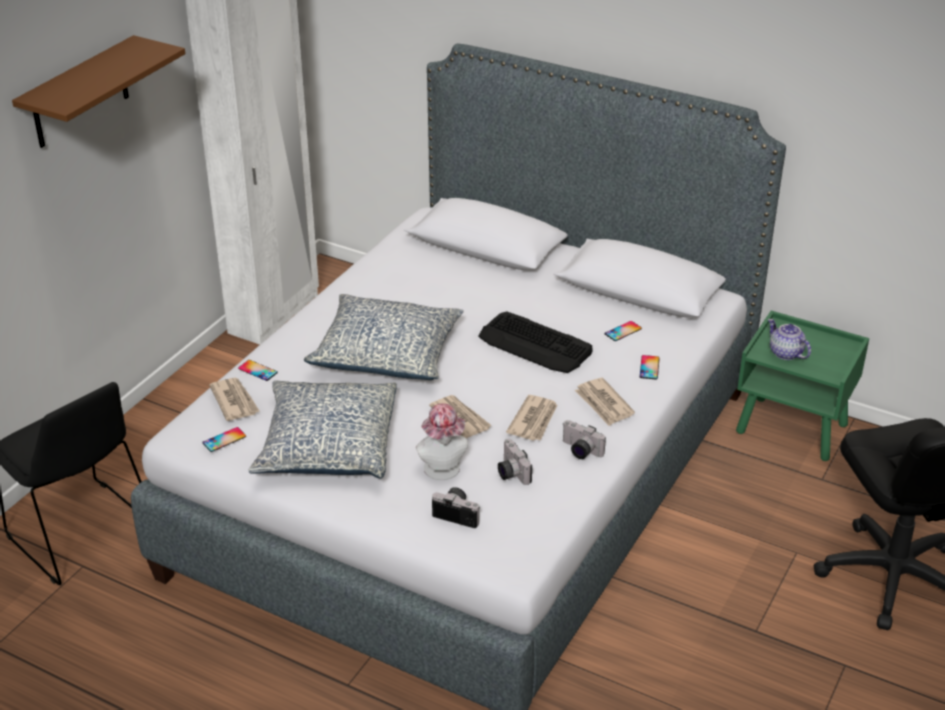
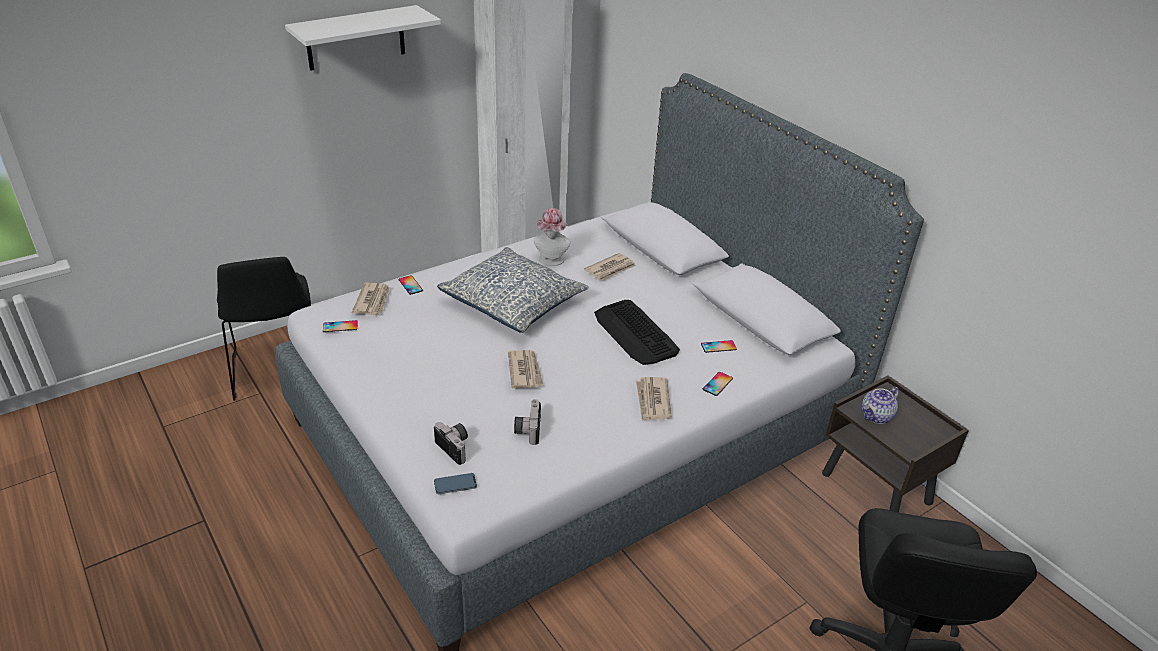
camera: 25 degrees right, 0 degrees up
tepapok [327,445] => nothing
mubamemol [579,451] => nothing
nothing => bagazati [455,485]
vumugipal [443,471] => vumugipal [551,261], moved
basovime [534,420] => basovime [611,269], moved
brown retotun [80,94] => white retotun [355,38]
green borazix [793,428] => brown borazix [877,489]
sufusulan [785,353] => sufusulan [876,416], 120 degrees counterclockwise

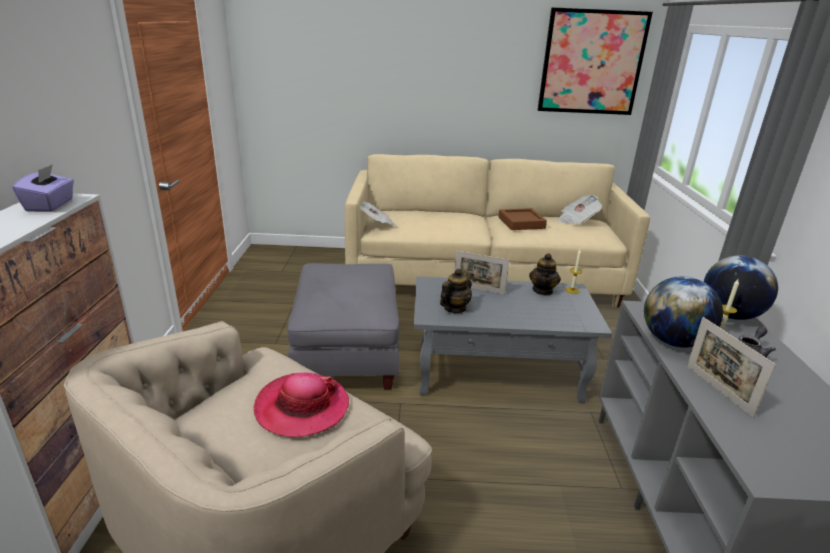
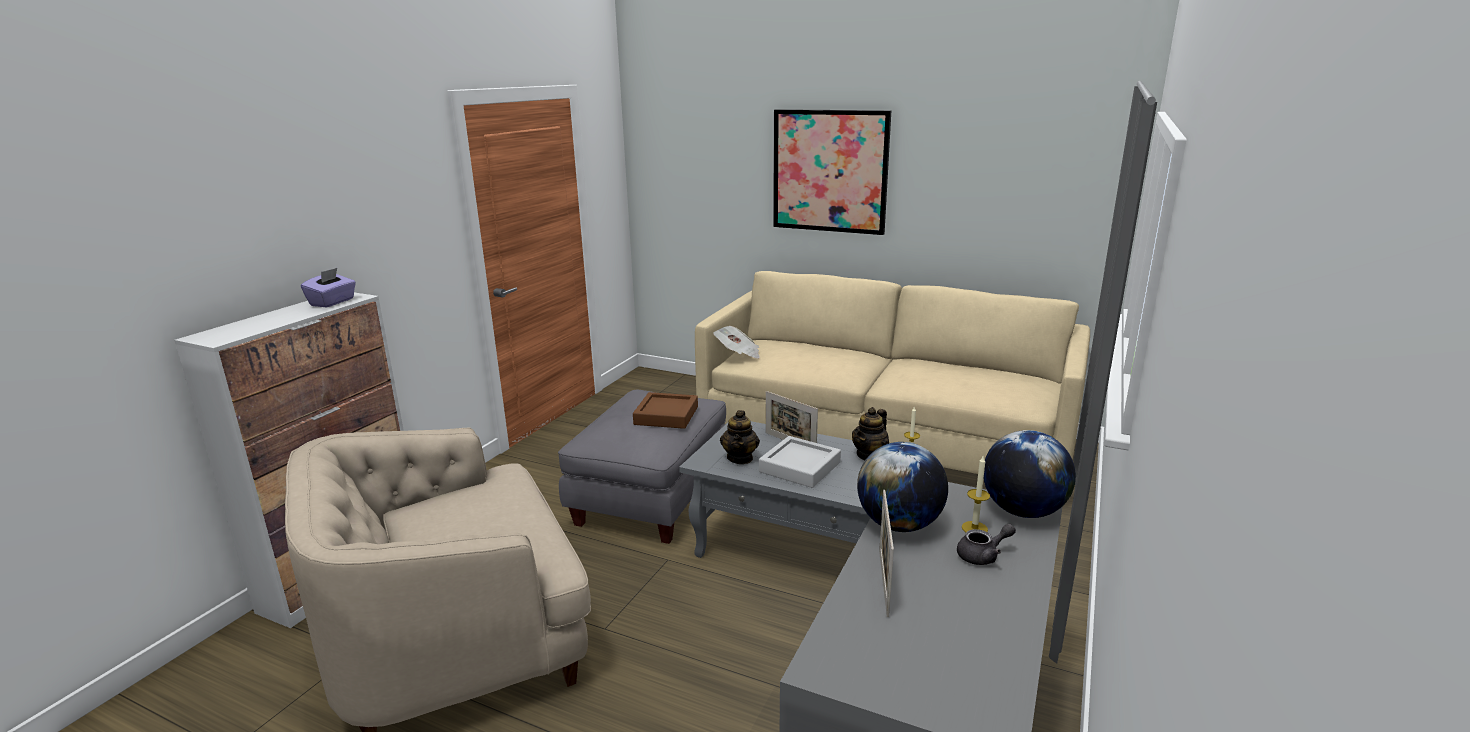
camera: 25 degrees right, 5 degrees down
vumugipal [302,407] => nothing
basovime [576,220] => nothing
nothing => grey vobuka [800,467]
brown vobuka [521,223] => brown vobuka [666,415], moved
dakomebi [592,62] => dakomebi [830,171], moved
sufusulan [454,308] => sufusulan [740,458], 120 degrees clockwise

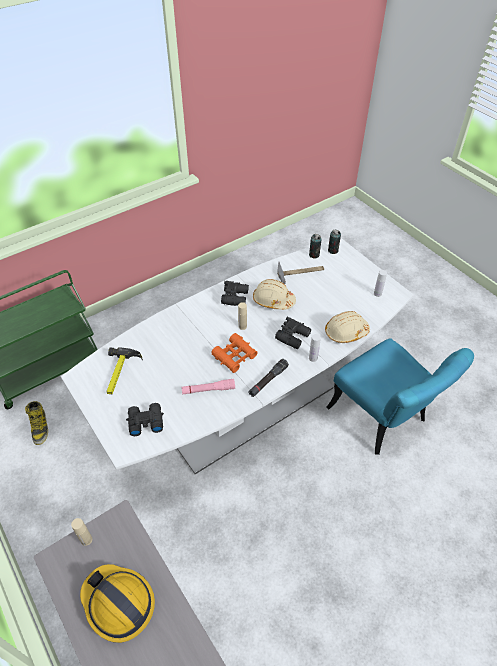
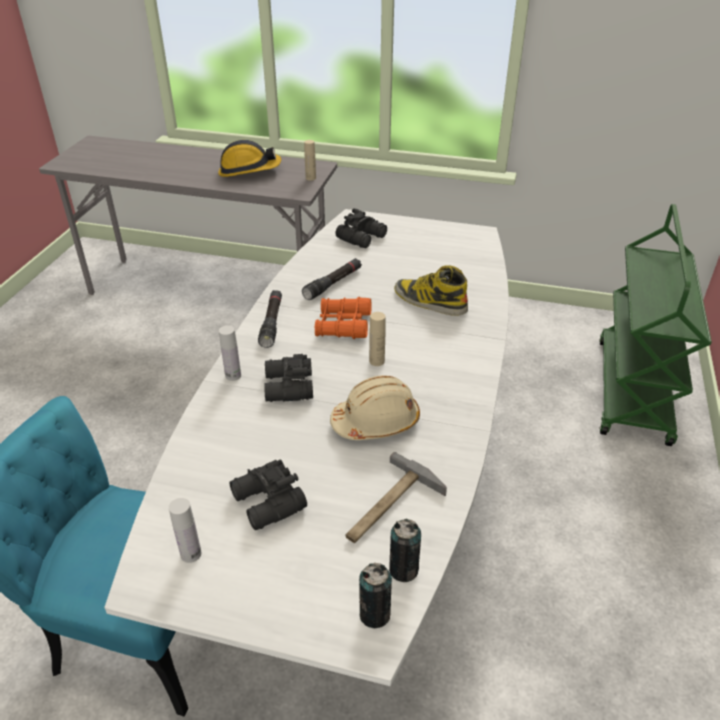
camera: 140 degrees right, 10 degrees down
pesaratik [120,373] => nothing
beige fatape [346,332] => nothing
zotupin [39,427] => zotupin [429,301], moved
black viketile [236,297] => black viketile [267,503], moved
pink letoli [208,390] => black letoli [333,284]

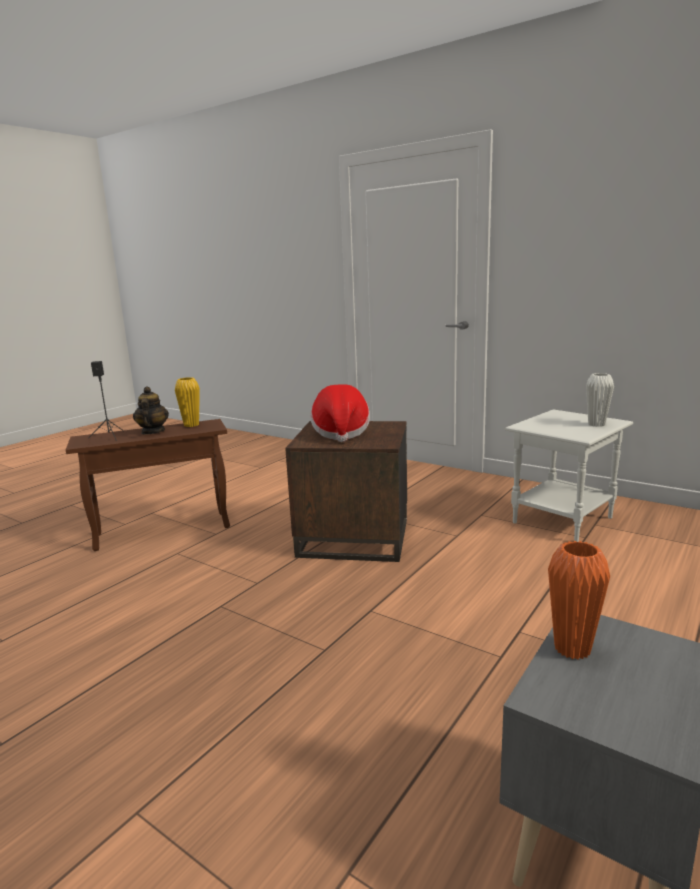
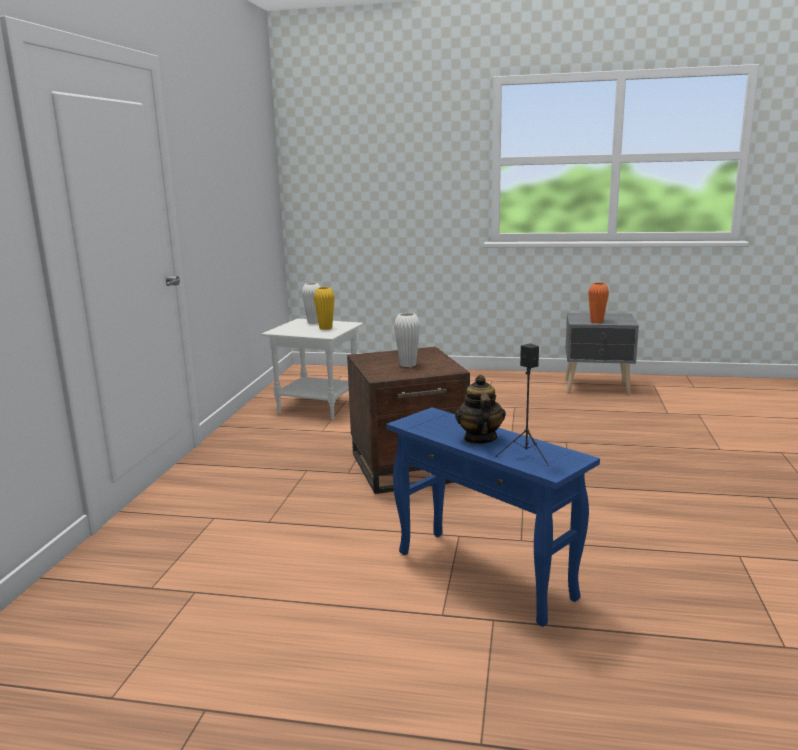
camera: 115 degrees left, 0 degrees up
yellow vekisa [191,425] => yellow vekisa [325,328], moved
vumugipal [340,433] => white vekisa [408,365]
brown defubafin [163,531] => blue defubafin [484,575]
sufusulan [152,432] => sufusulan [479,438], 120 degrees clockwise

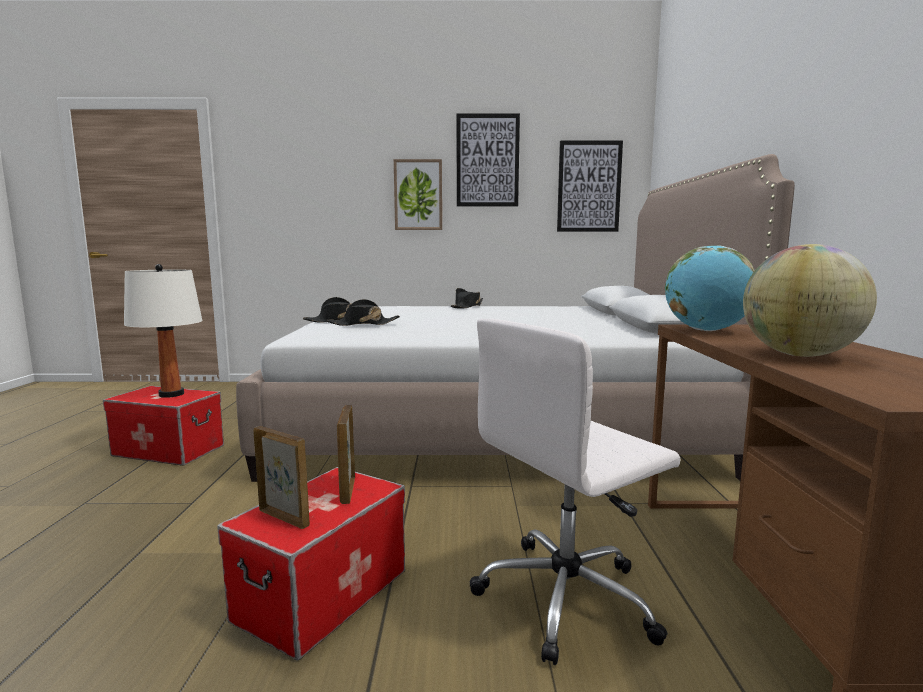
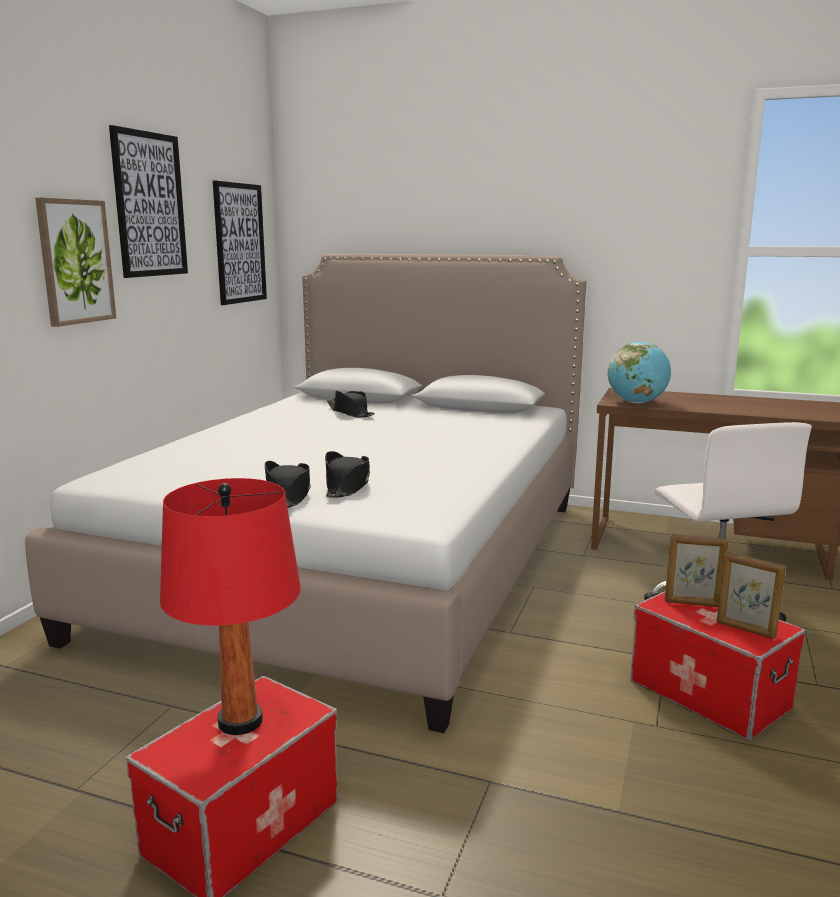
camera: 70 degrees left, 5 degrees up
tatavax [799,355] => nothing
black vumugipal [467,306] => black vumugipal [350,412], moved
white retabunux [171,394] => red retabunux [240,722]
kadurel [284,517] => kadurel [745,630], 105 degrees counterclockwise

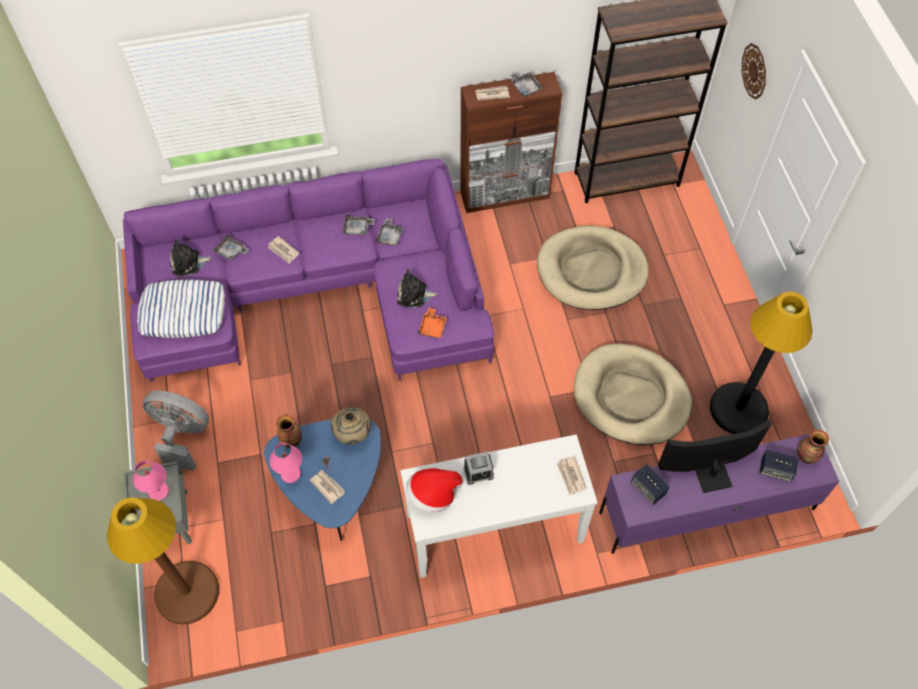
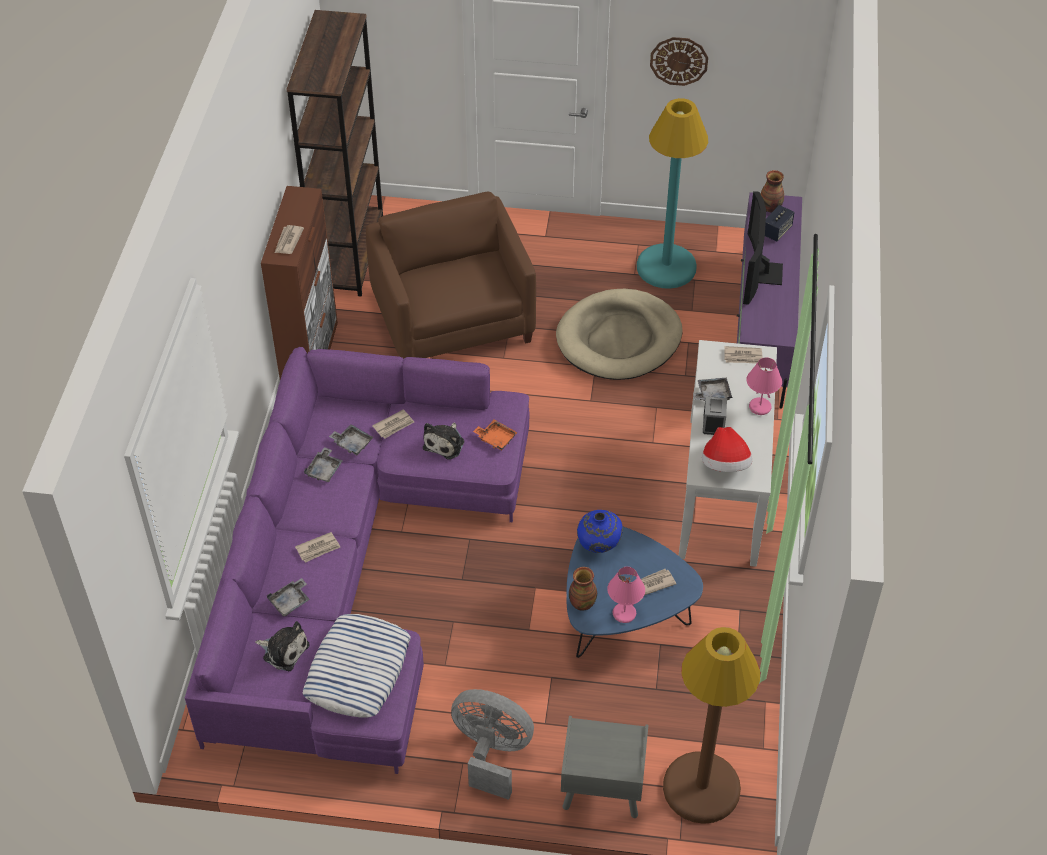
camera: 70 degrees left, 10 degrees down
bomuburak [648,488] => nothing
nothing => basovime [394,425]
pink retabunux [158,491] => pink retabunux [759,407], moved
grey vobuka [525,87] => grey vobuka [712,394], moved
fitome [754,71] => fitome [679,60], moved
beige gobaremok [591,271] => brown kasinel [453,319]
beige vekisa [352,435] => blue vekisa [598,546]
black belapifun [738,409] => turquoise belapifun [666,267]
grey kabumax [182,435] => grey kabumax [491,753], 75 degrees clockwise
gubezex [188,263] => gubezex [284,650], 75 degrees counterclockwise

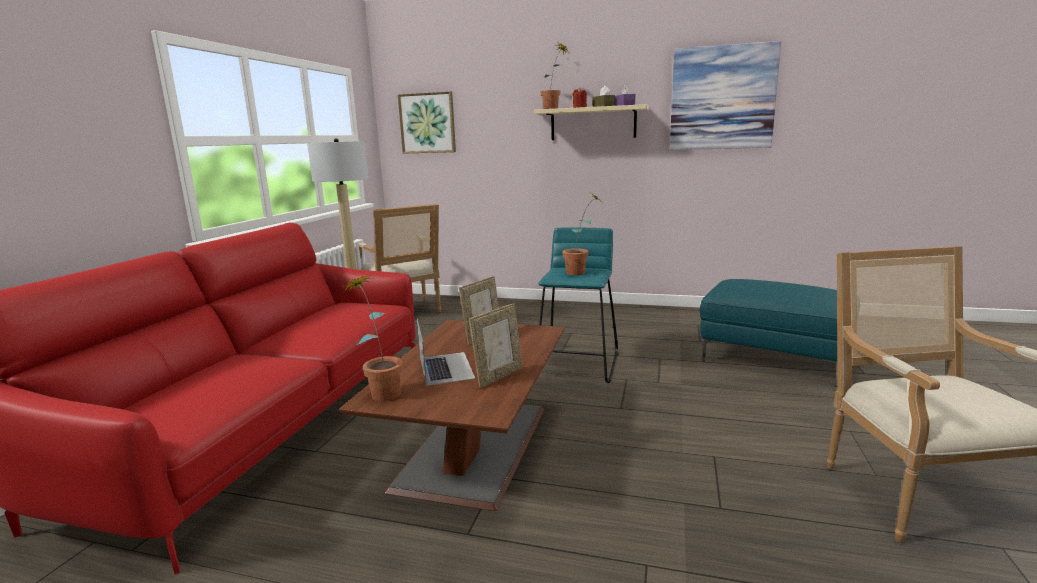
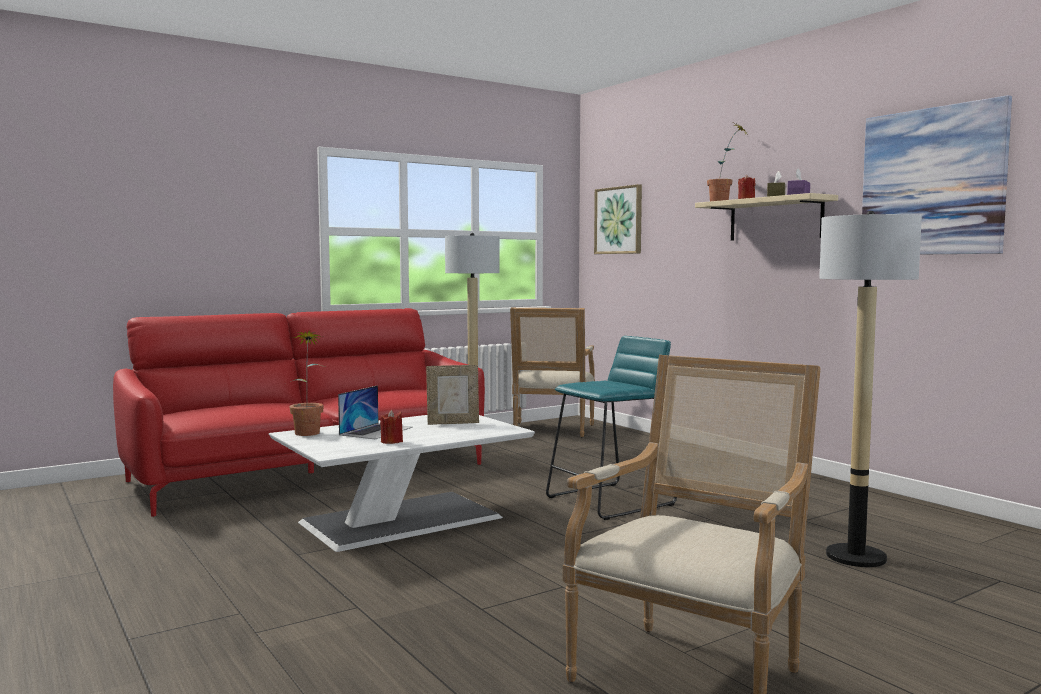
camera: 40 degrees right, 10 degrees down
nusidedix [581,272] => nothing
kadurel [498,376] => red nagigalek [391,442]
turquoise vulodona [774,359] => belapifun [856,557]
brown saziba [475,443] => white saziba [404,519]

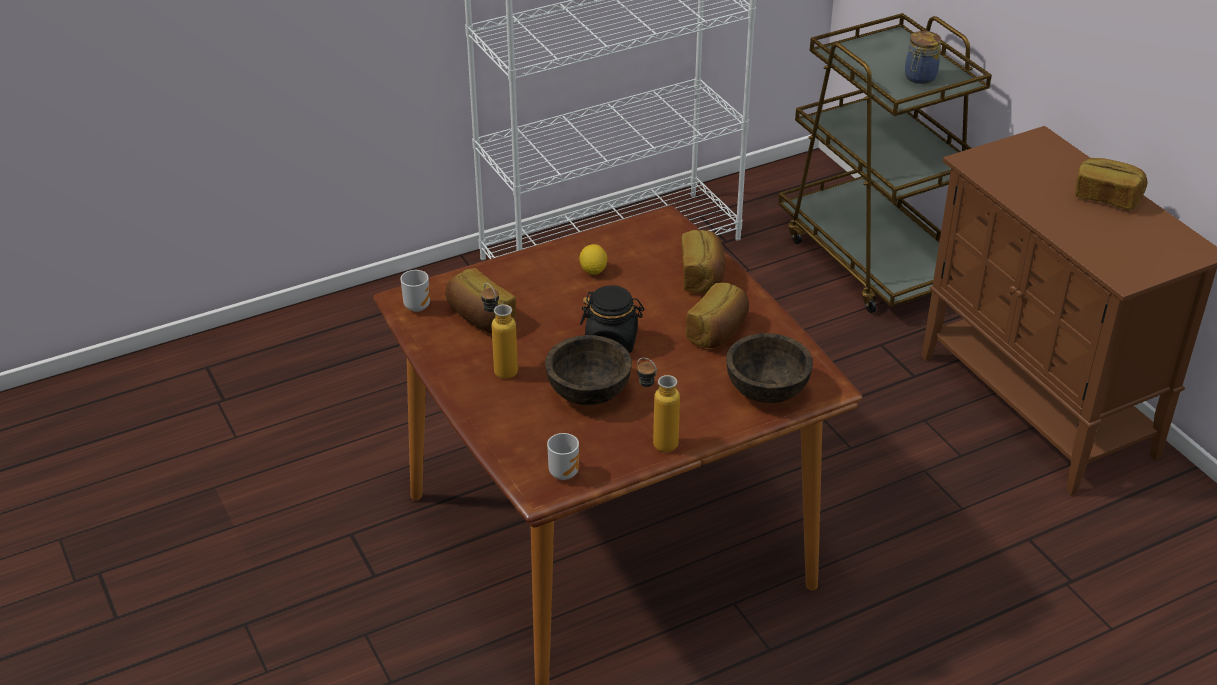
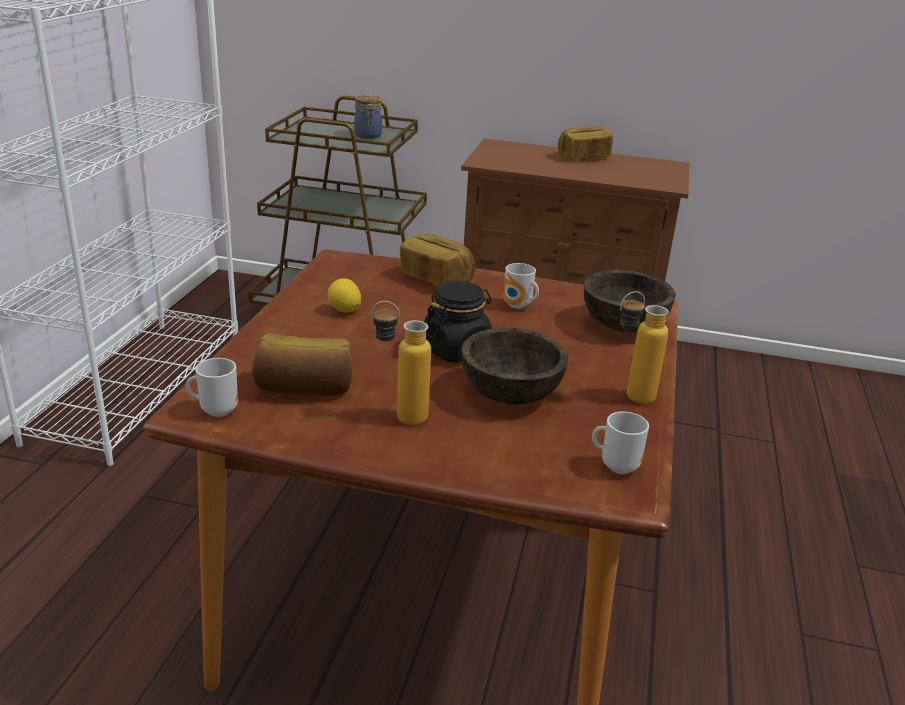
camera: 50 degrees left, 10 degrees down
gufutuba [718,331] => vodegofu [518,306]

